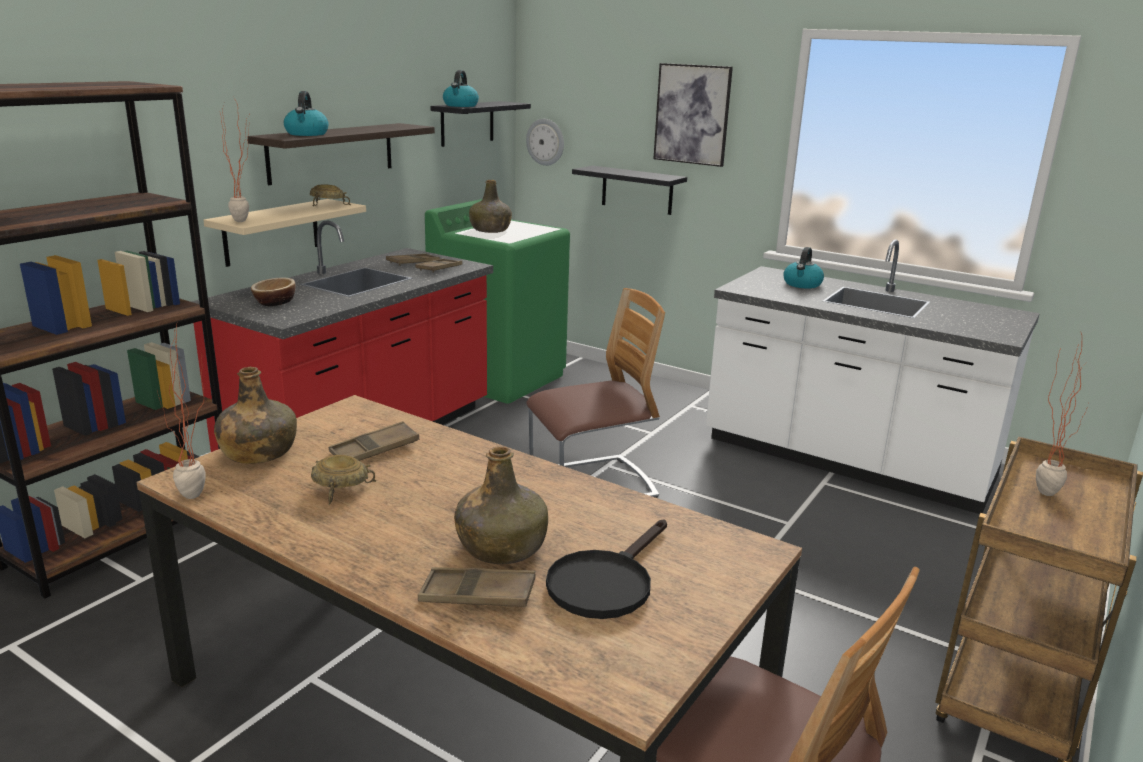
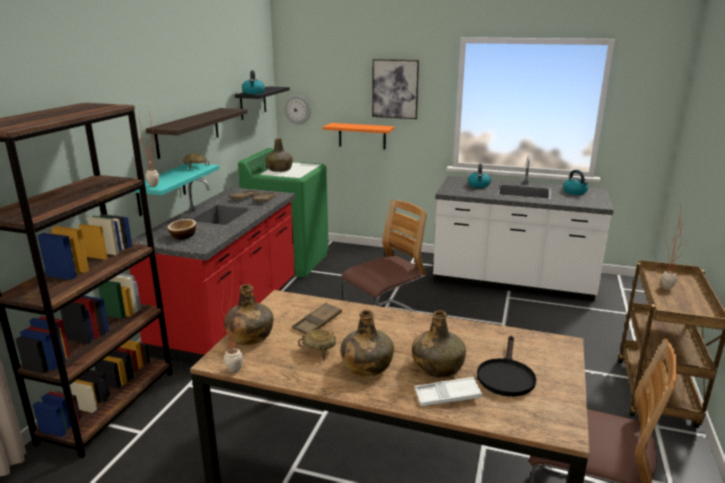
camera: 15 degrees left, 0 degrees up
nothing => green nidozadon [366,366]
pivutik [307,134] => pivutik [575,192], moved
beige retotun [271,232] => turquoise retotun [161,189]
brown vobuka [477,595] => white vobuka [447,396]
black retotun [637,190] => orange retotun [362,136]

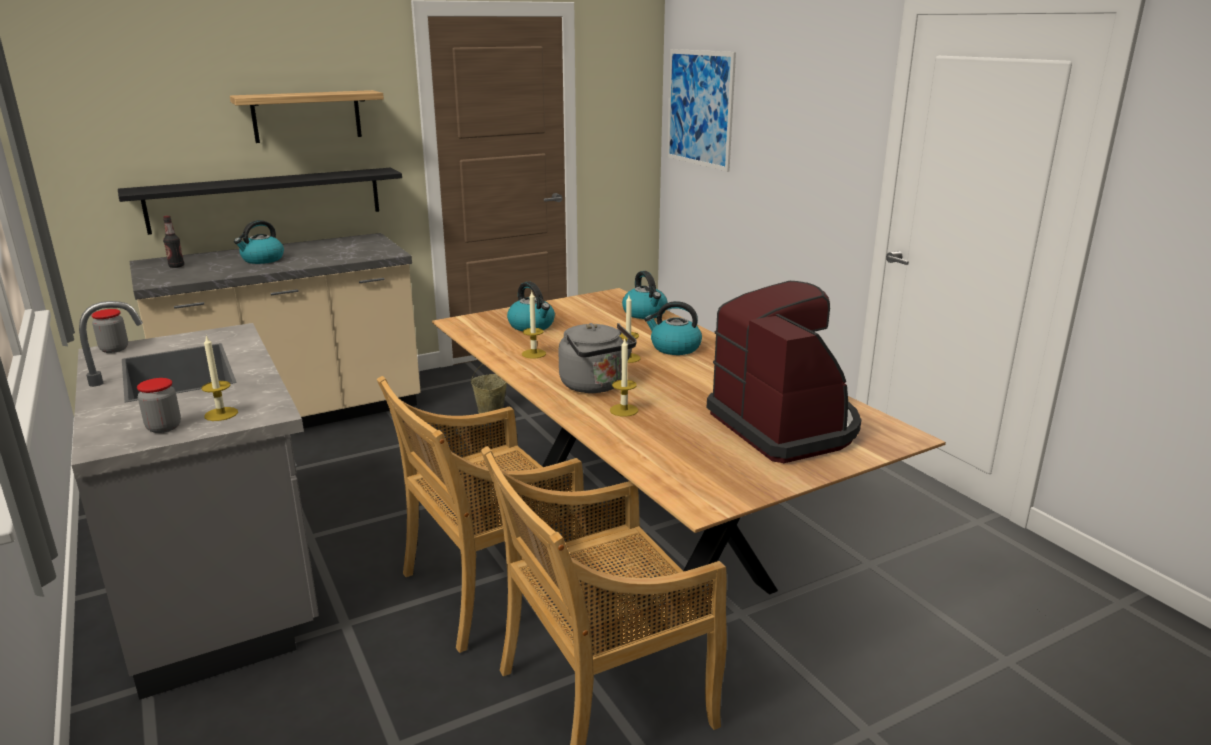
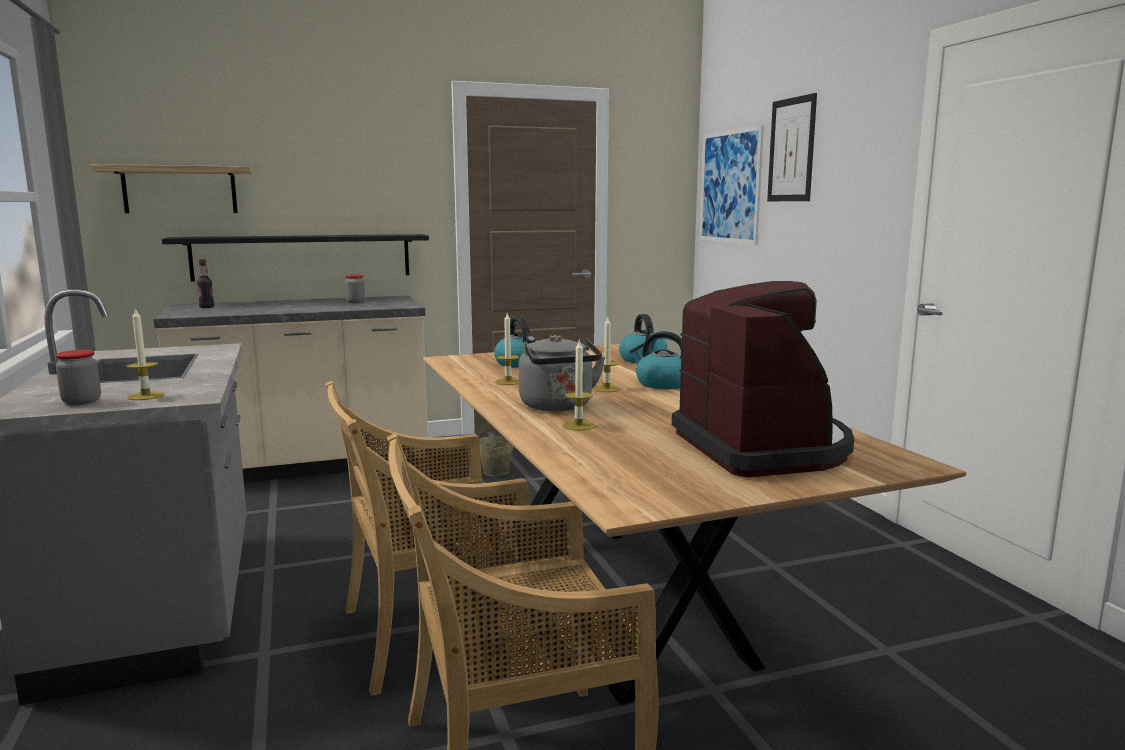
camera: 10 degrees right, 10 degrees down
pivutik [262,260] => nothing
nothing => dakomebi [791,150]
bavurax [114,349] => bavurax [355,302], moved
retotun [306,116] => retotun [180,190], moved

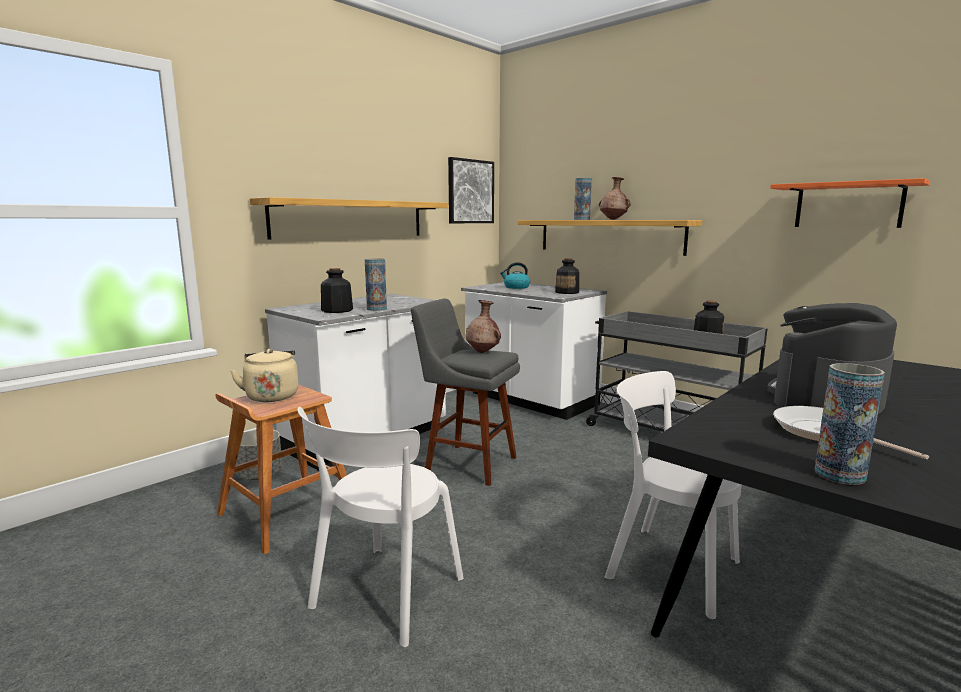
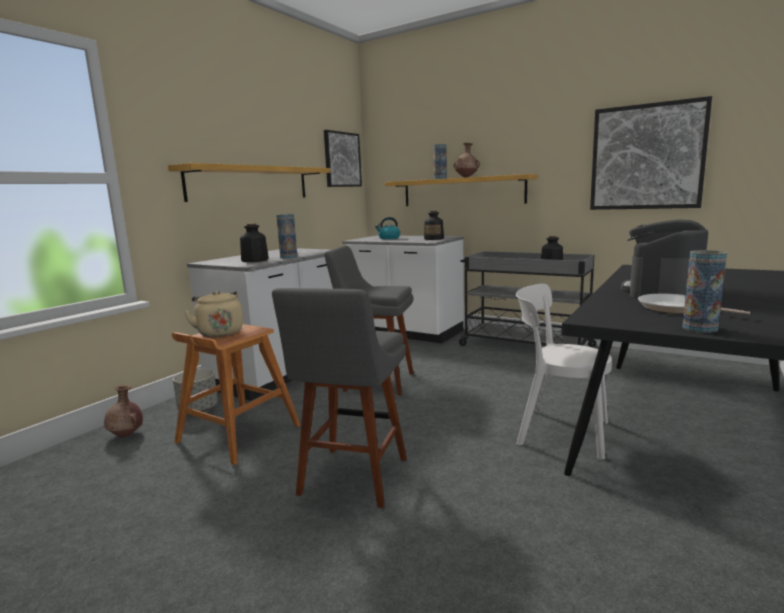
camera: 10 degrees left, 0 degrees up
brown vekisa [483,352] => brown vekisa [126,435], moved
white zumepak [384,596] => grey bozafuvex [351,479]
orange retotun [848,205] => dakomebi [646,157]

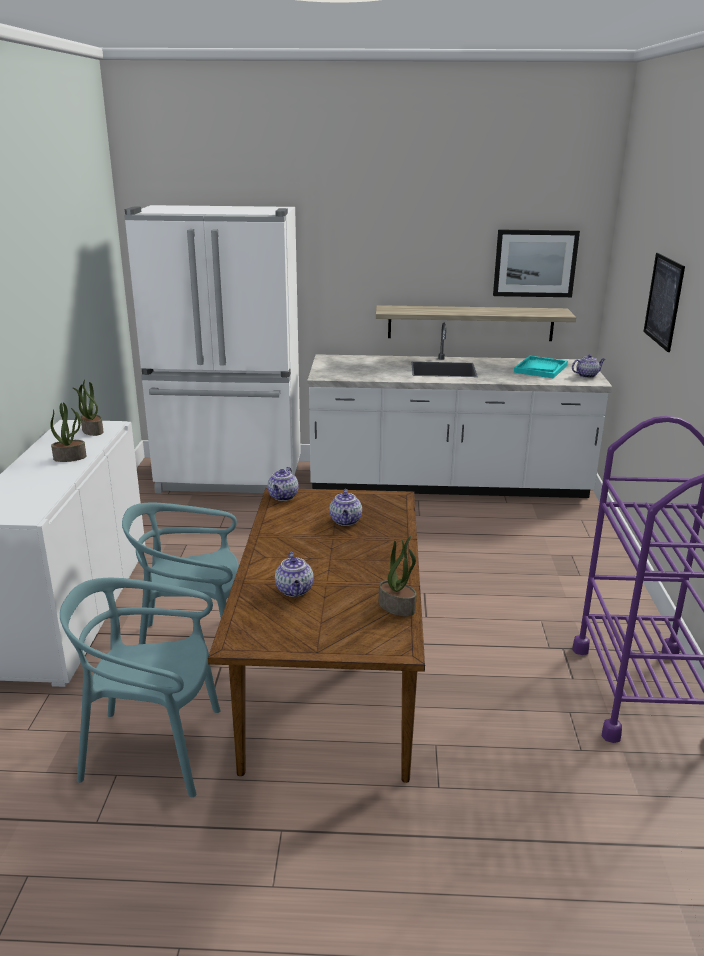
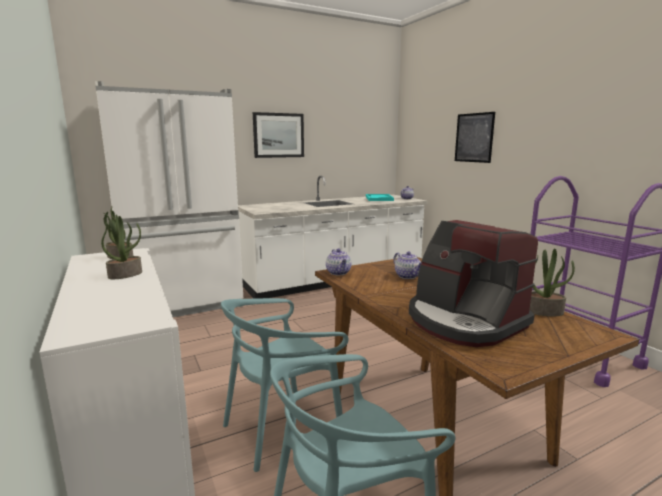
camera: 30 degrees left, 10 degrees down
retotun [470,323] => nothing
dakomebi [535,263] => dakomebi [278,135], moved
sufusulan [295,590] => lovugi [464,321]

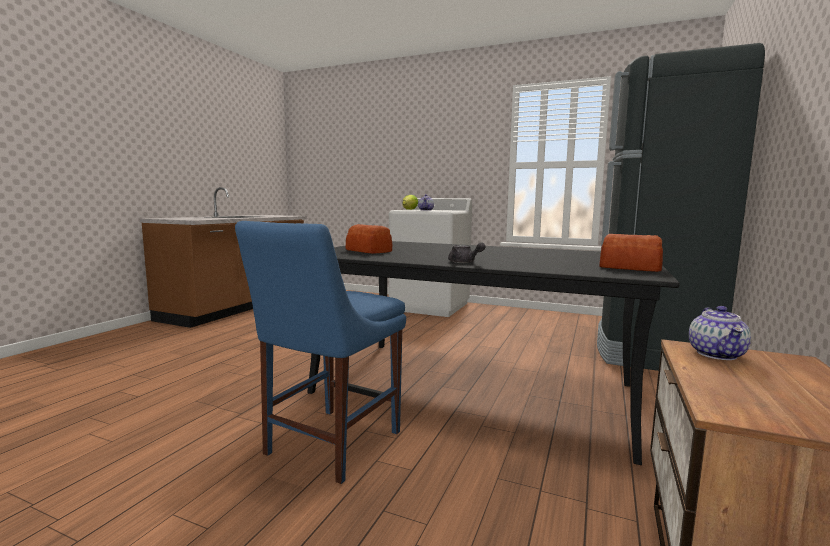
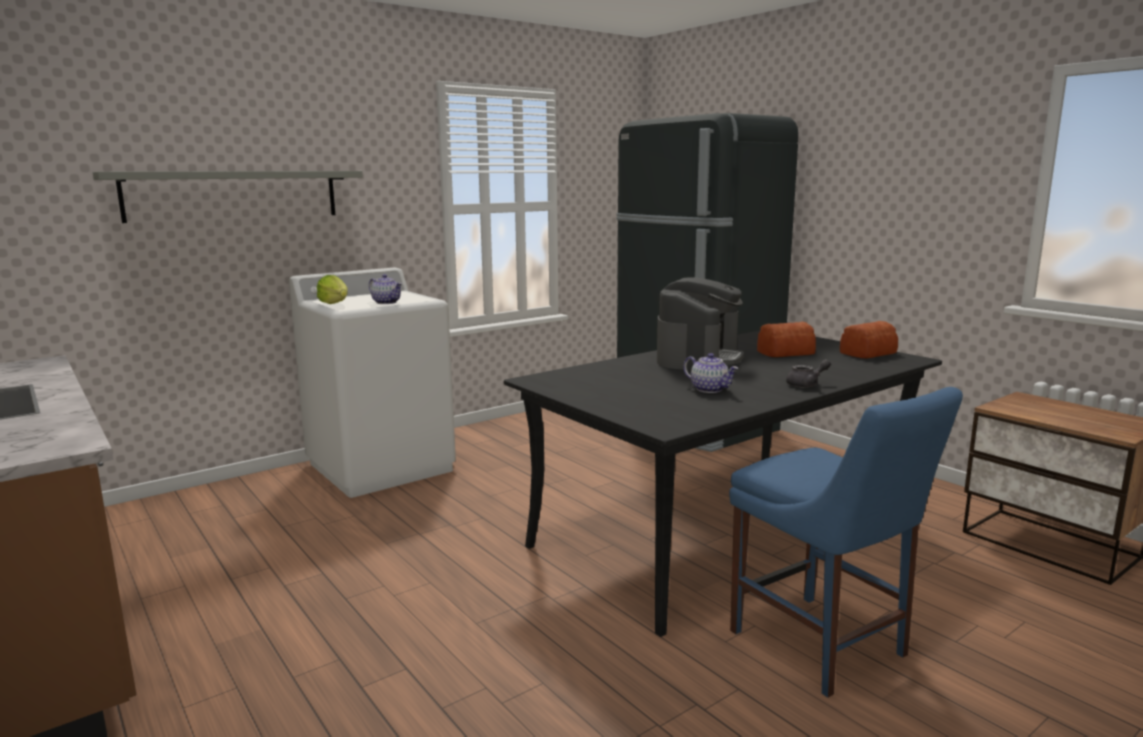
camera: 60 degrees left, 5 degrees up
nothing => grey retotun [234,195]
nothing => lovugi [698,358]
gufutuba [368,251] => gufutuba [784,353], moved
sufusulan [717,354] => sufusulan [710,389], moved

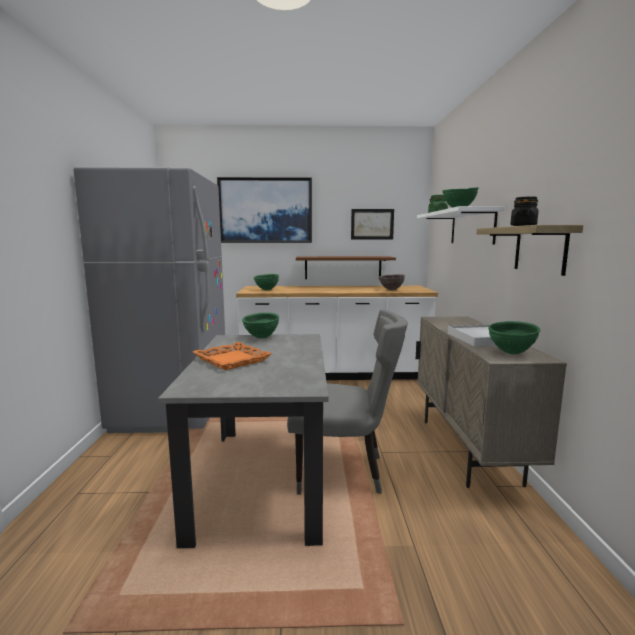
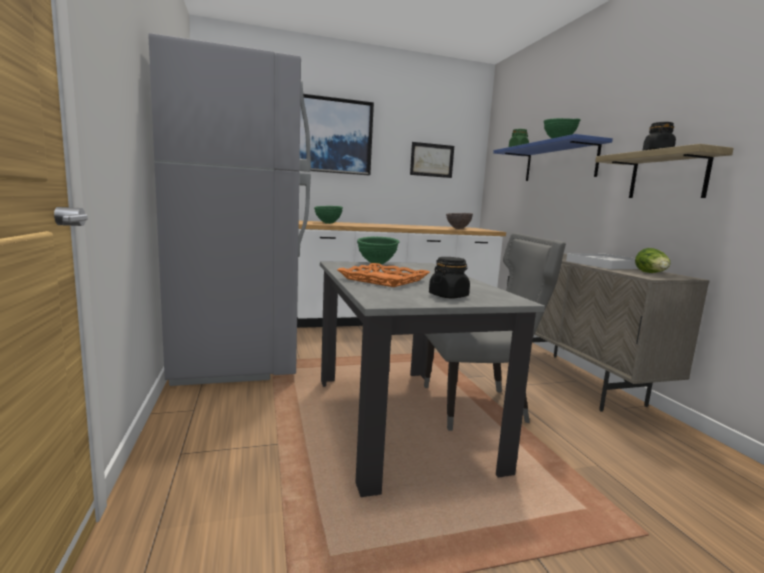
camera: 15 degrees left, 0 degrees up
brown retotun [343,267] => nothing
nothing => black bavurax [448,296]
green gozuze [511,353] => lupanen [652,273]
white retotun [472,227] => blue retotun [559,163]

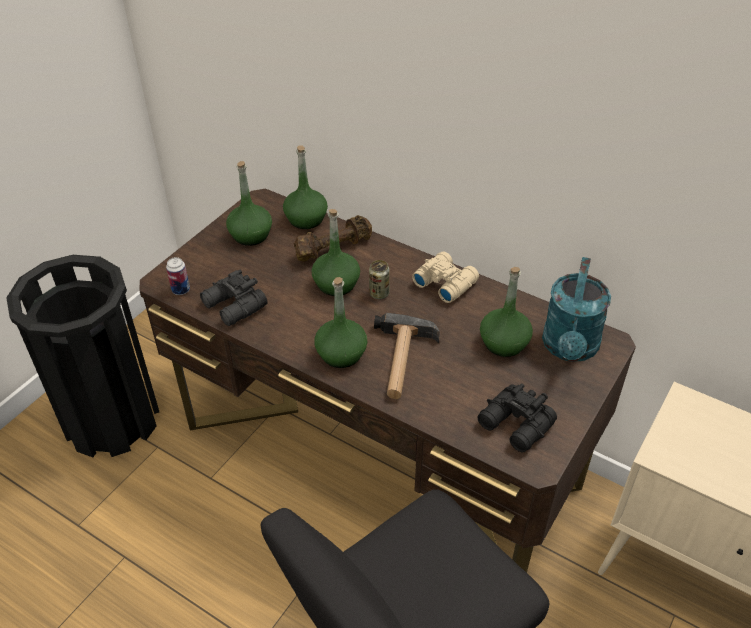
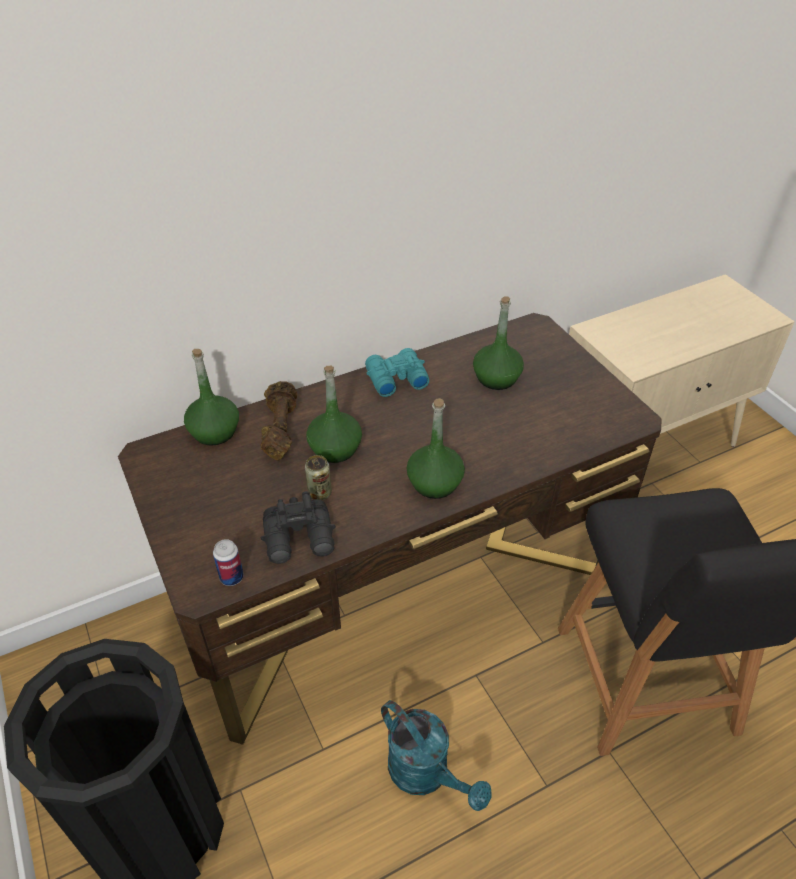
camera: 60 degrees left, 0 degrees up
green nidozadon [250,235] => nothing
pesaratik [402,361] => nothing
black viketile [515,426] => nothing
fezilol [379,293] => fezilol [319,493], moved
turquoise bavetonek [570,349] => turquoise bavetonek [427,774], moved
beige viketile [445,282] => turquoise viketile [395,378]

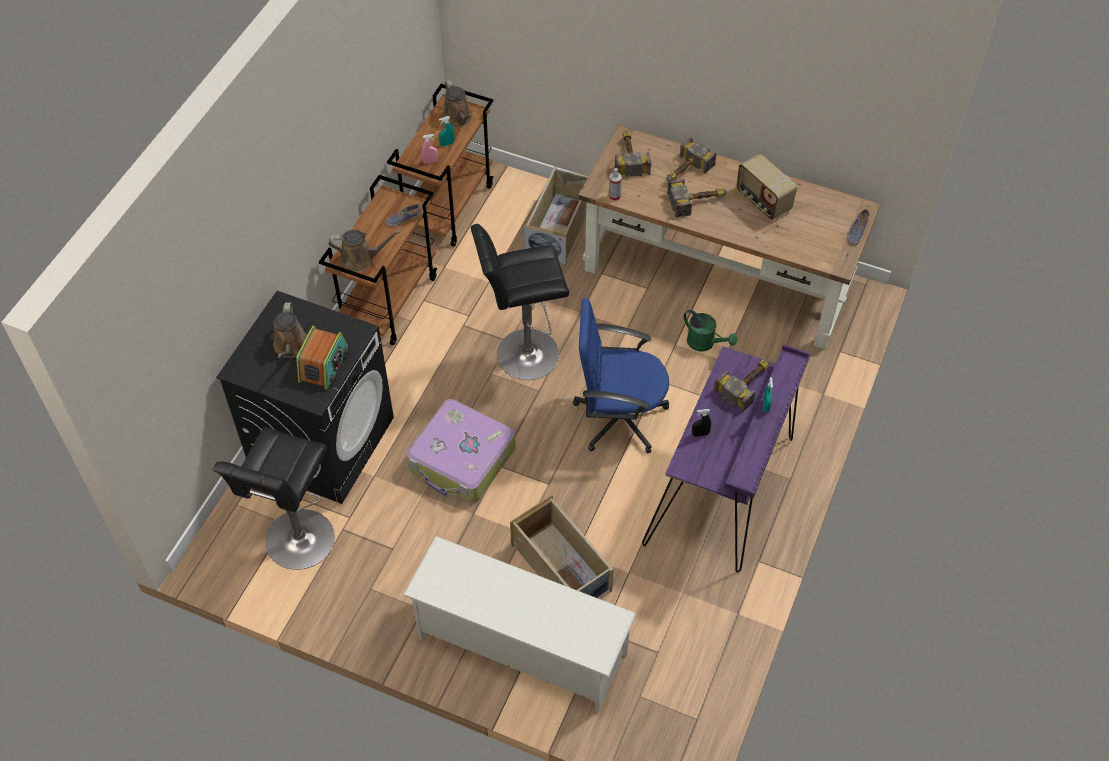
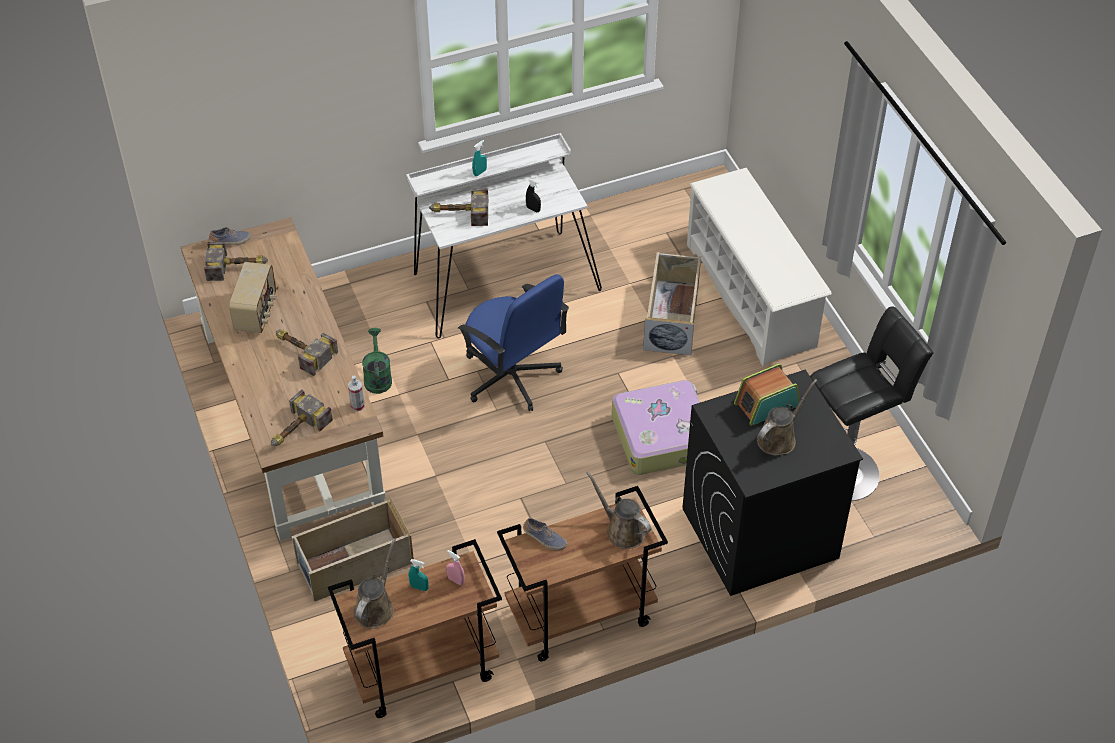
camera: 135 degrees left, 5 degrees down
black bozafuvex [523,355] => nothing
pesaratik [684,171] => pesaratik [238,267], moved
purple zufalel [723,489] => white zufalel [503,281]

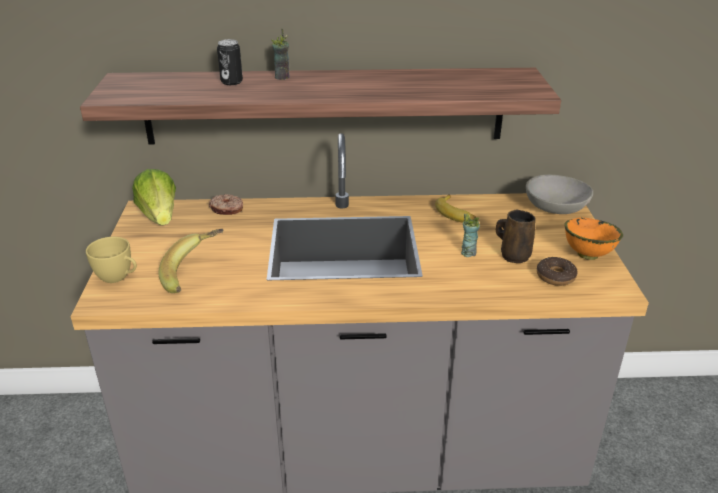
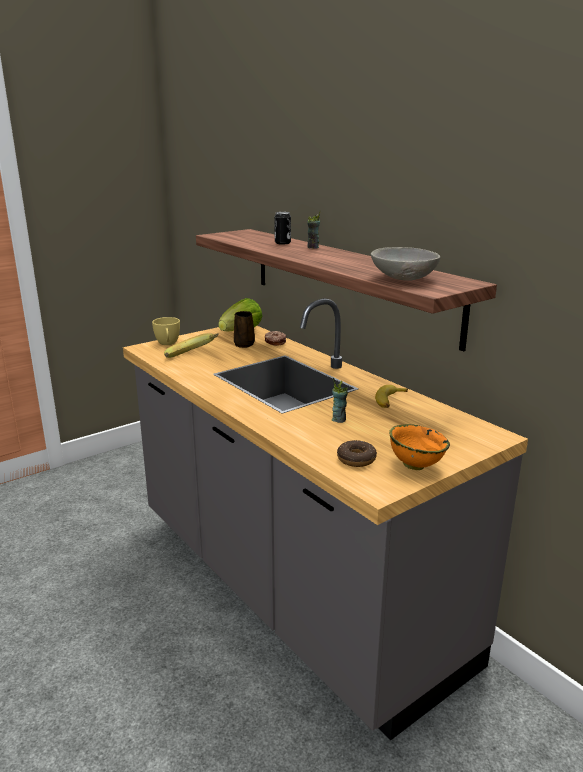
camera: 55 degrees right, 10 degrees down
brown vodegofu [513,255] => brown vodegofu [244,344], moved
grey gozuze [555,208] => grey gozuze [404,278], moved

